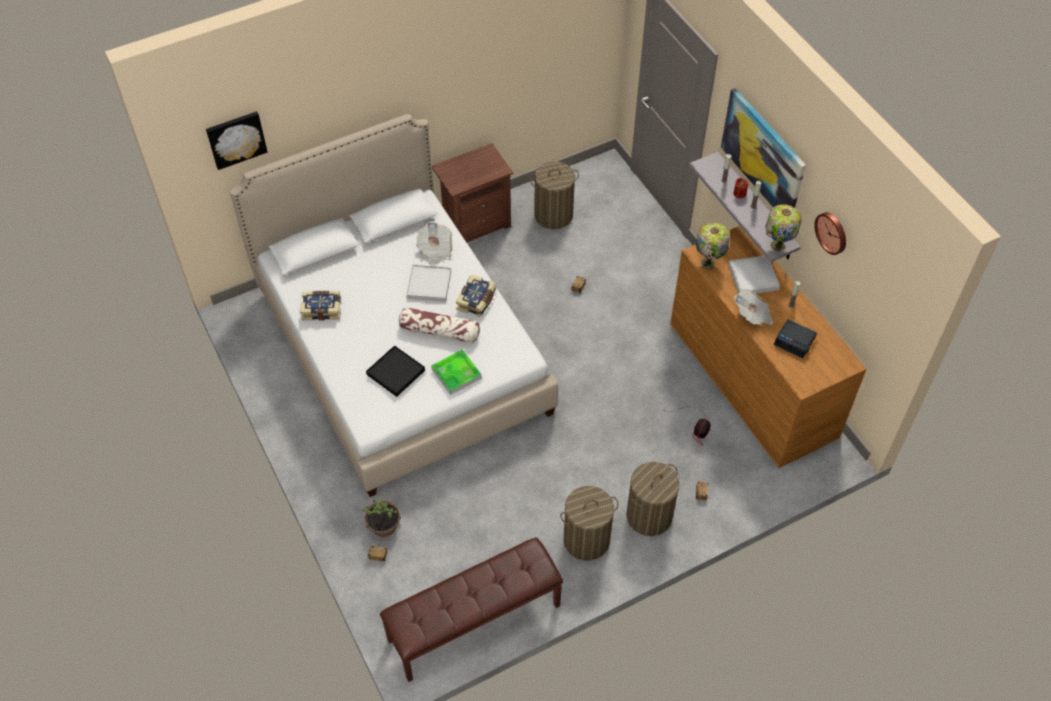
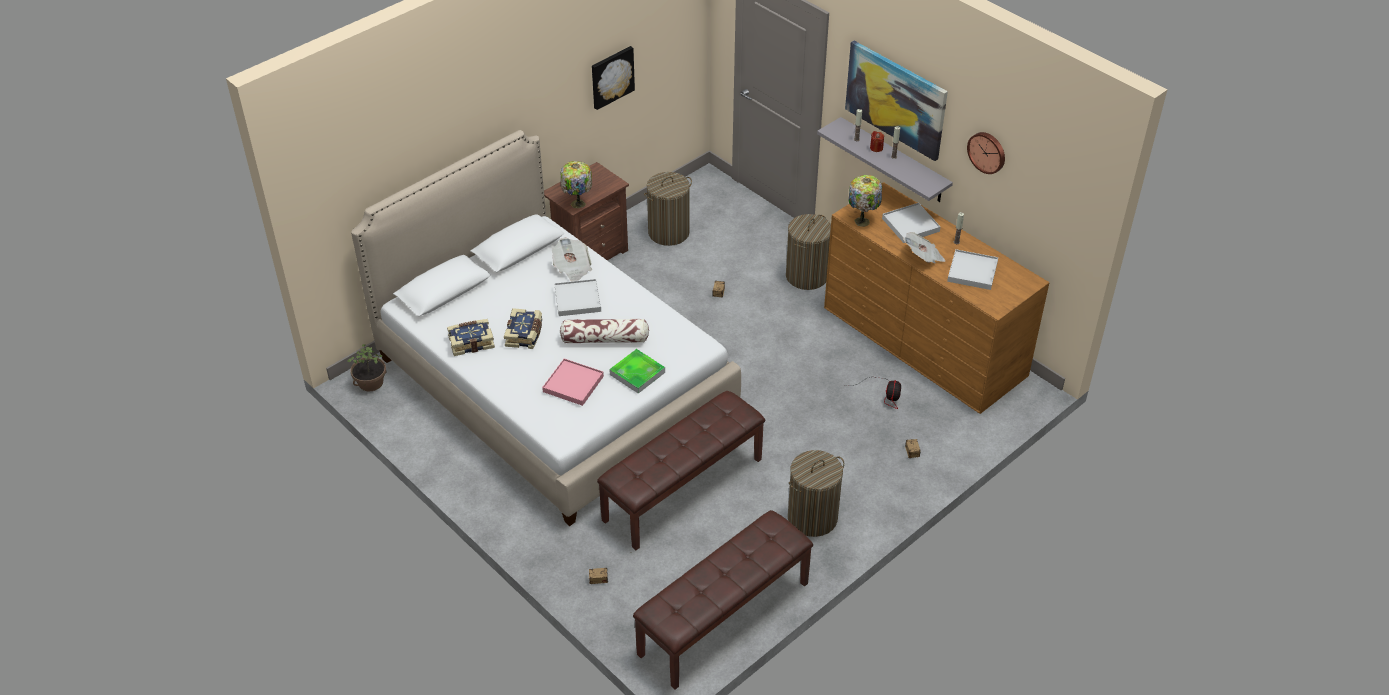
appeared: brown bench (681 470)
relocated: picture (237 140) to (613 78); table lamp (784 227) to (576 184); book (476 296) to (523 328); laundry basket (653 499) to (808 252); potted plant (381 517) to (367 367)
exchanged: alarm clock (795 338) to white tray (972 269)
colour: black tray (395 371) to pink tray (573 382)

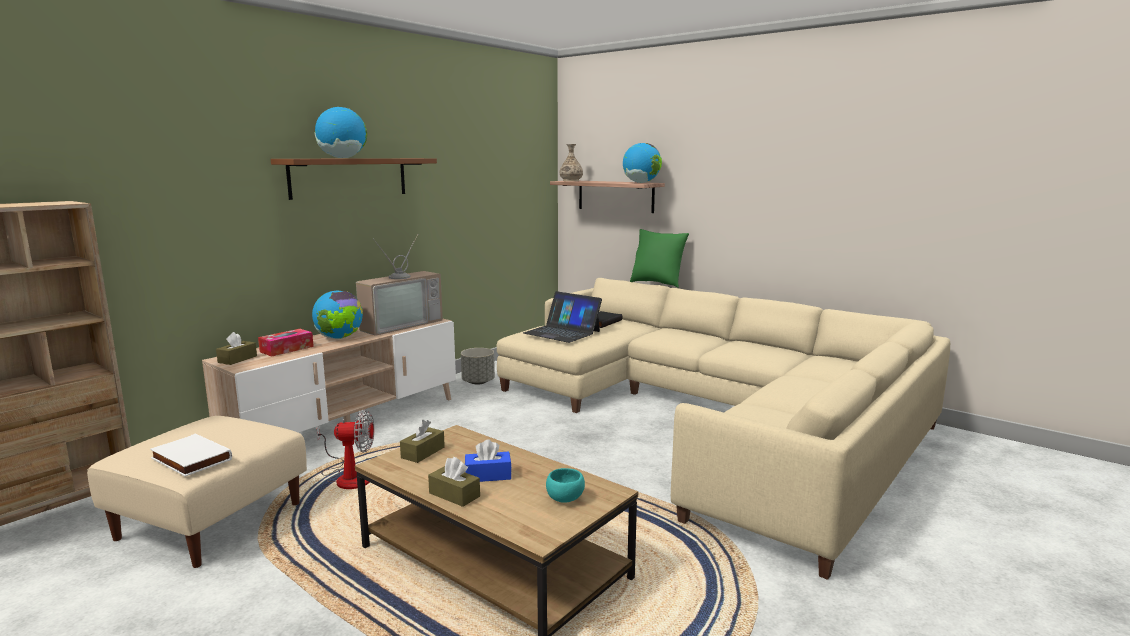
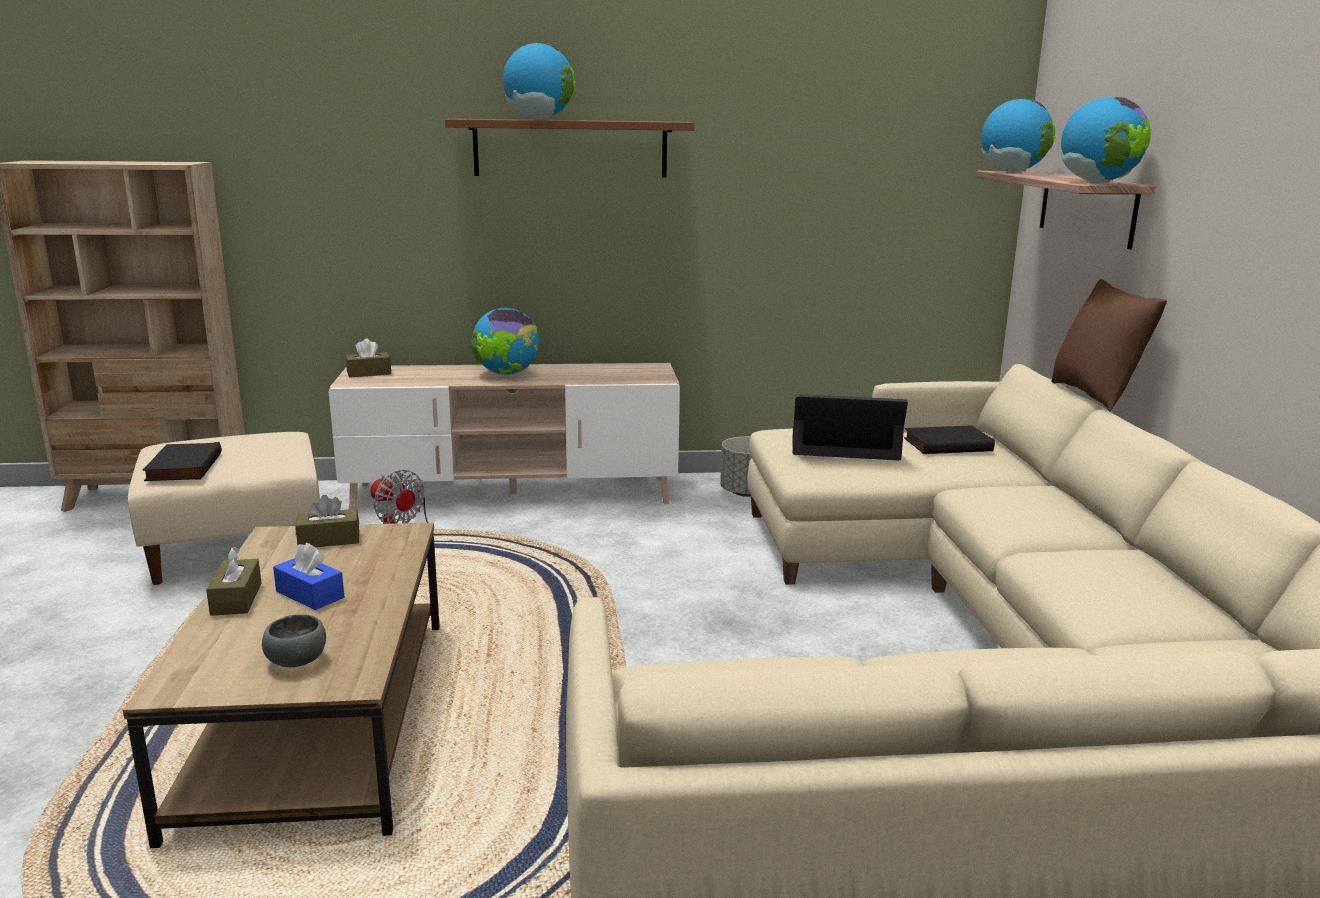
missing: television (399 285); tissue box (286 343)
exchanged: vase (571 162) to globe (1018 135)
colour: green pillow (659 258) to brown pillow (1109 345); white book (191 455) to black book (182 461); turquoise bowl (565 485) to grey bowl (294 640)
spun: laptop (562 317) = (850 427) 105 degrees clockwise

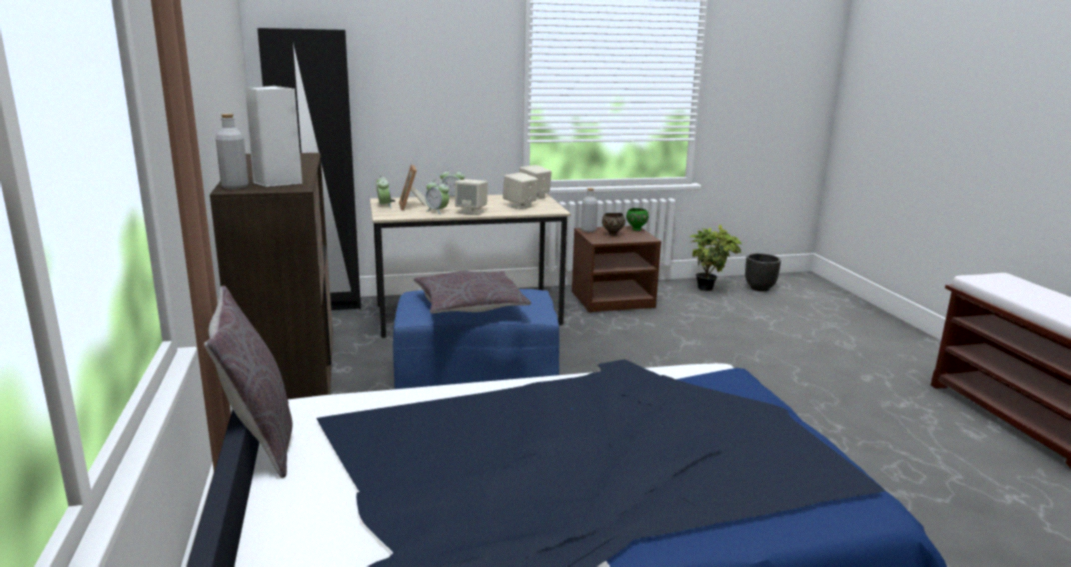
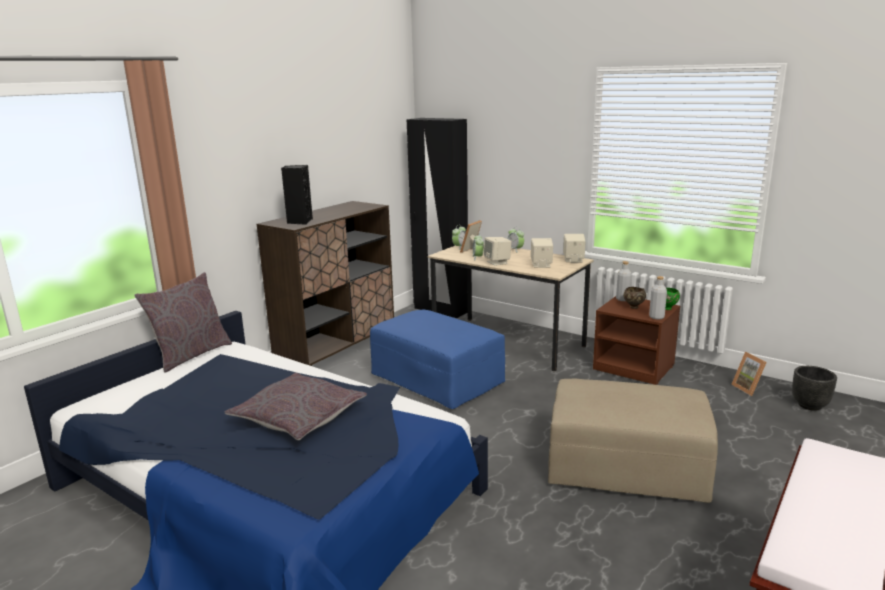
appeared: beige ottoman (633 441)
relocated: grey bottle (232 151) to (658 298); grey pillow (472 292) to (296 406)
exchanged: potted plant (716 258) to picture frame (749 374)
colour: white speaker (273 136) to black speaker (297 195)

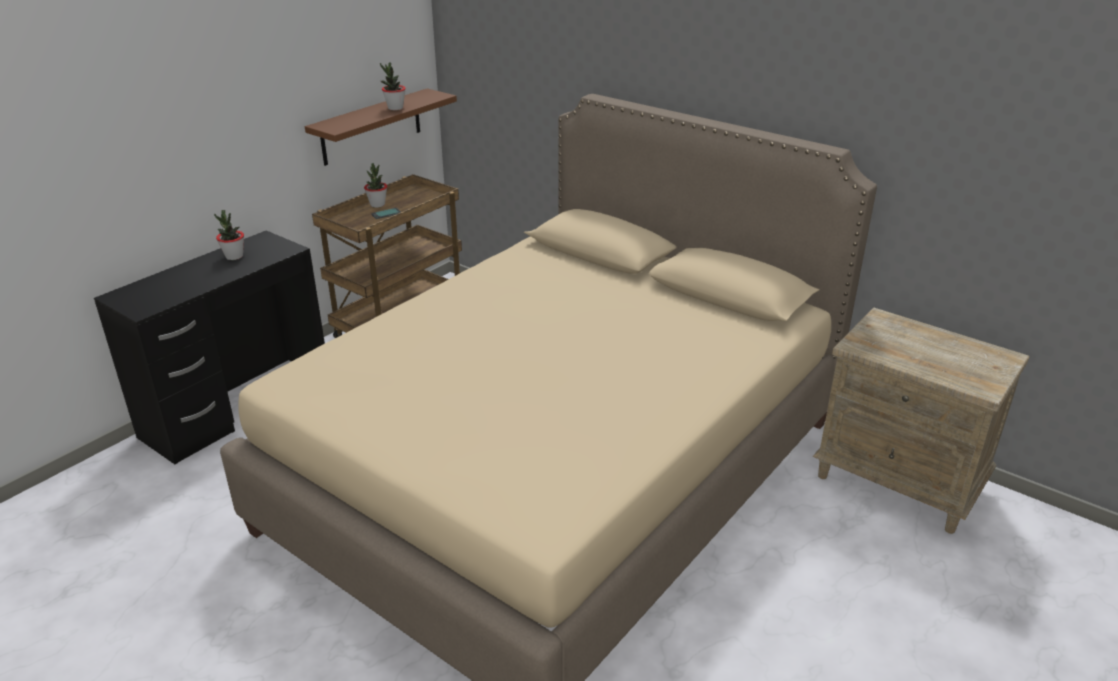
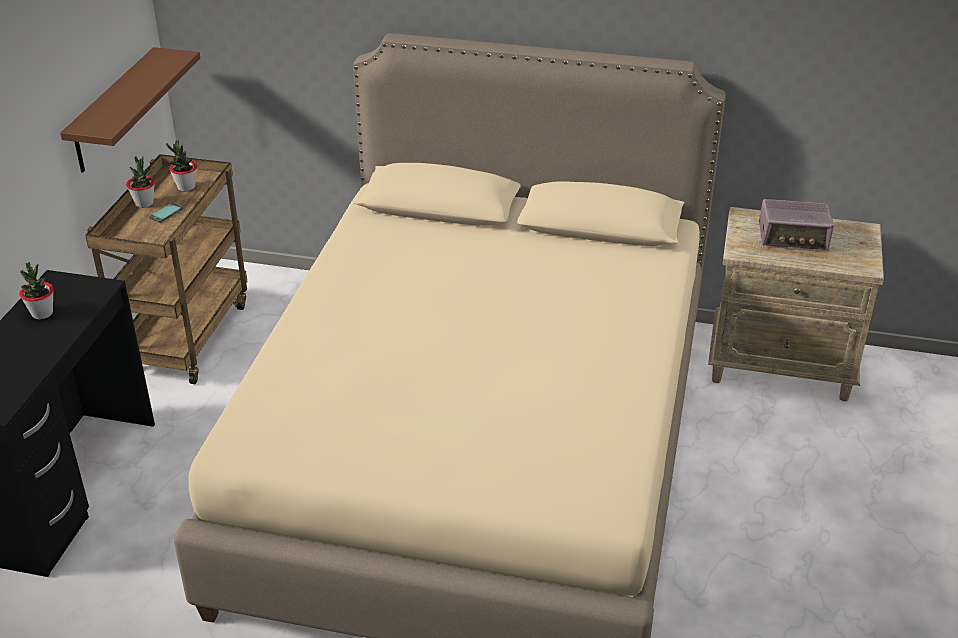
appeared: radio (796 224)
relocated: potted plant (393 86) to (181 165)

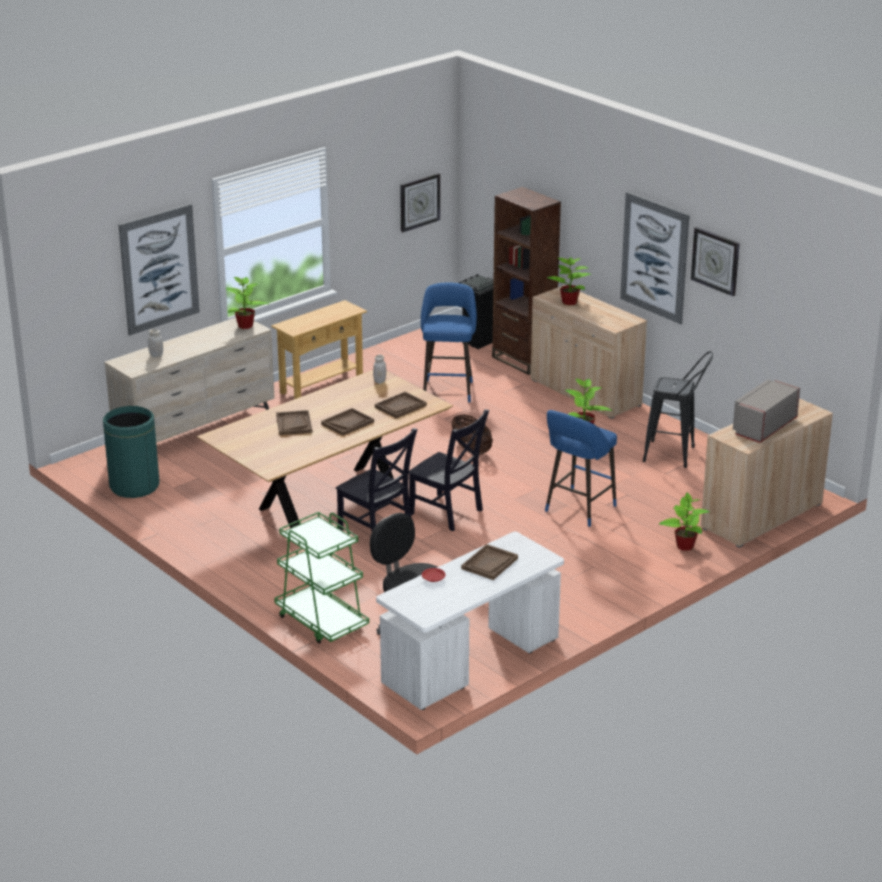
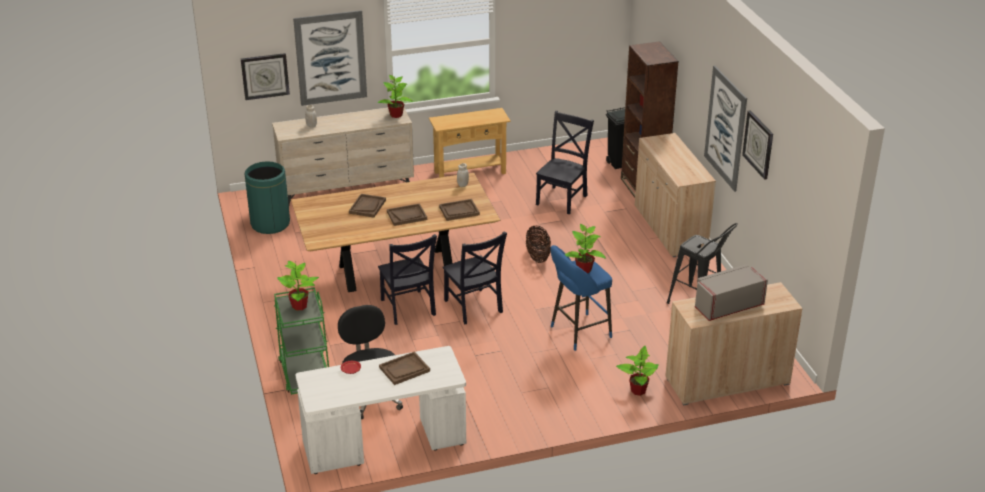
relocated: wall clock (420 202) to (265 76); potted plant (569 279) to (298 285)
exchanged: blue stool (449 342) to black chair (565 162)

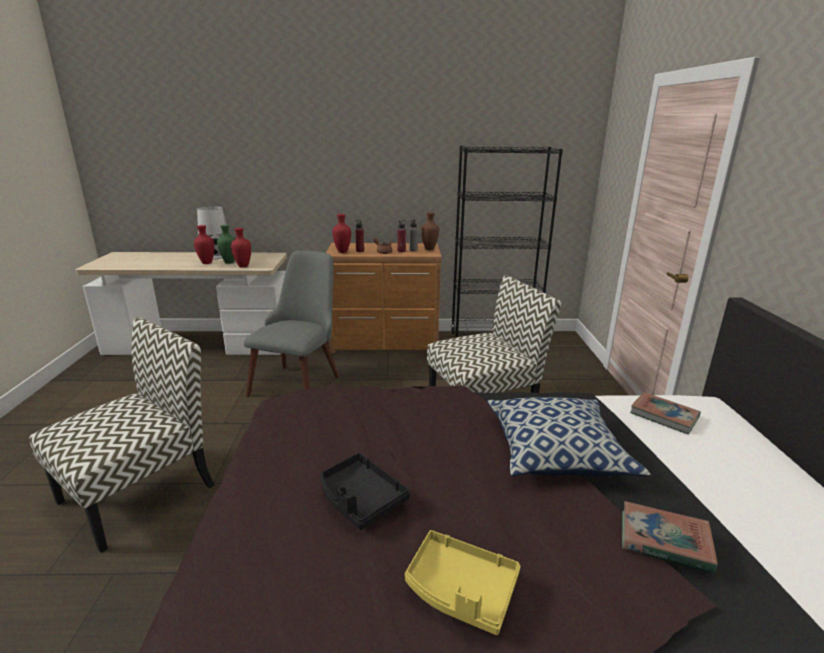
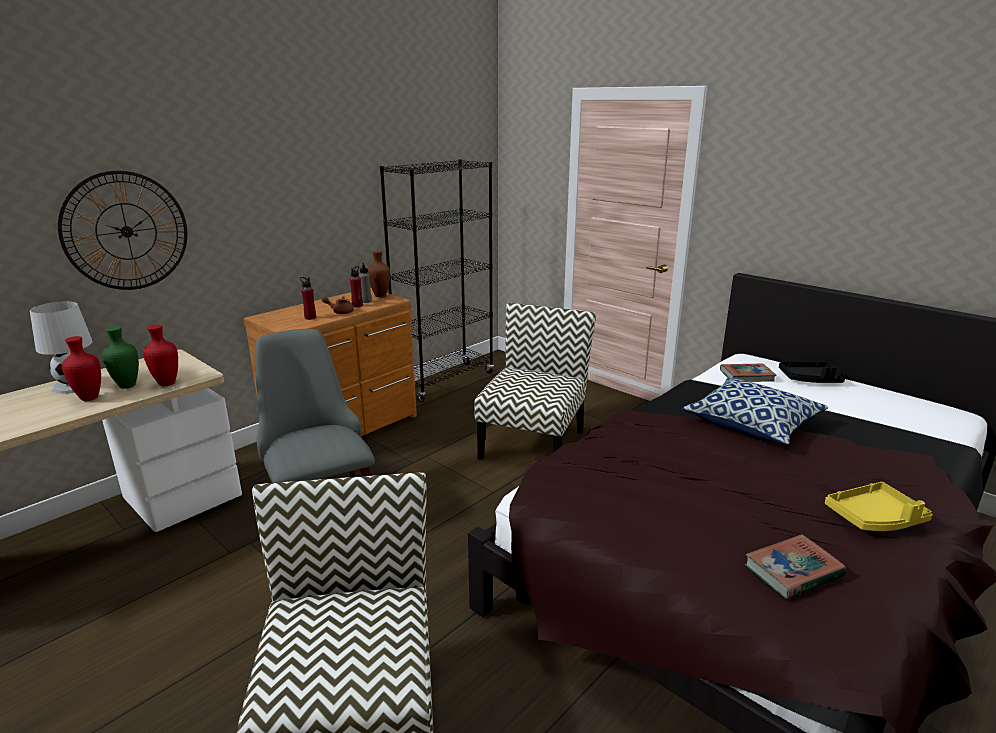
missing: red vase (341 233)
appeared: wall clock (123 230)
relocated: black tray (365 491) to (812 372); book (669 537) to (795 566)

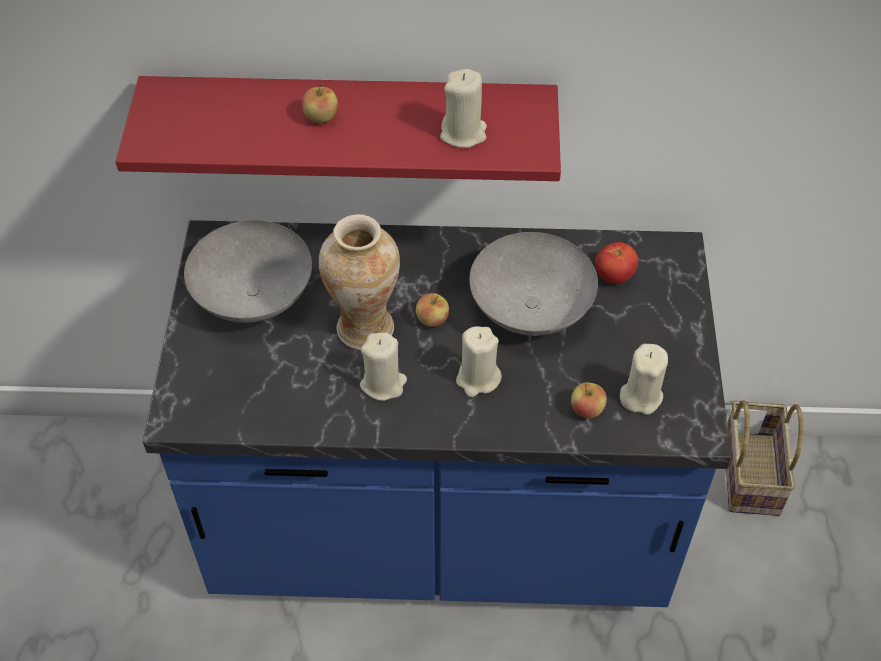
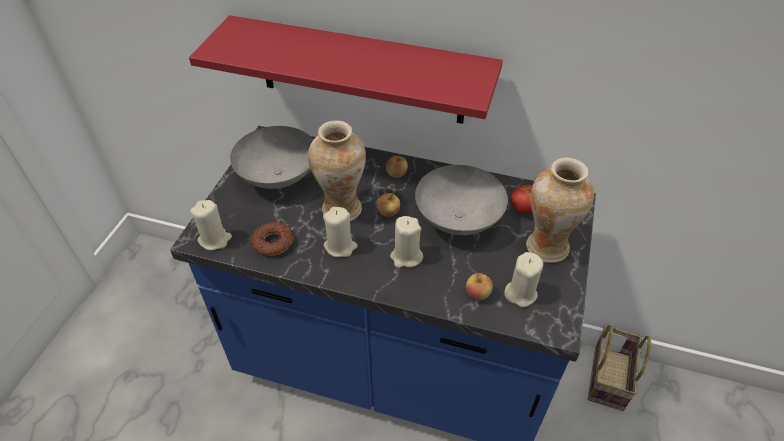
appeared: vase (560 210); donut (272 238)
relocated: beige candle (463 108) to (211 225); apple (320 103) to (397 166)

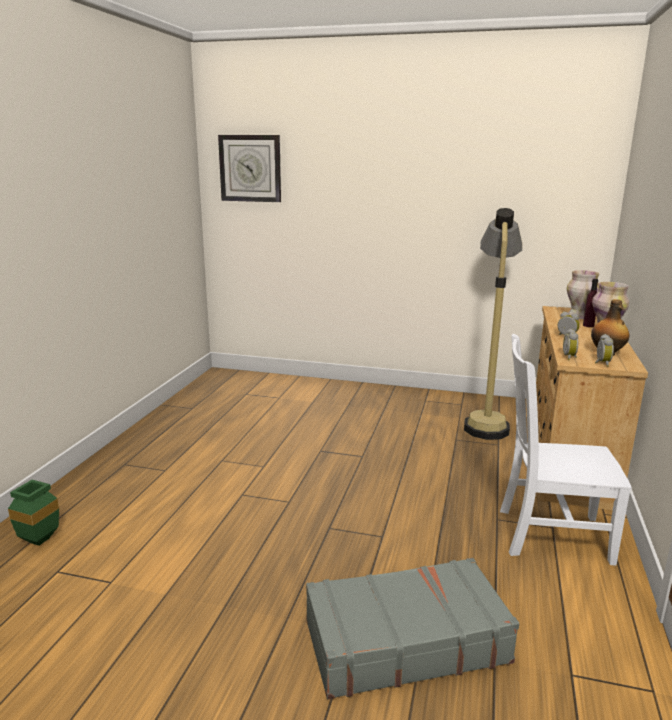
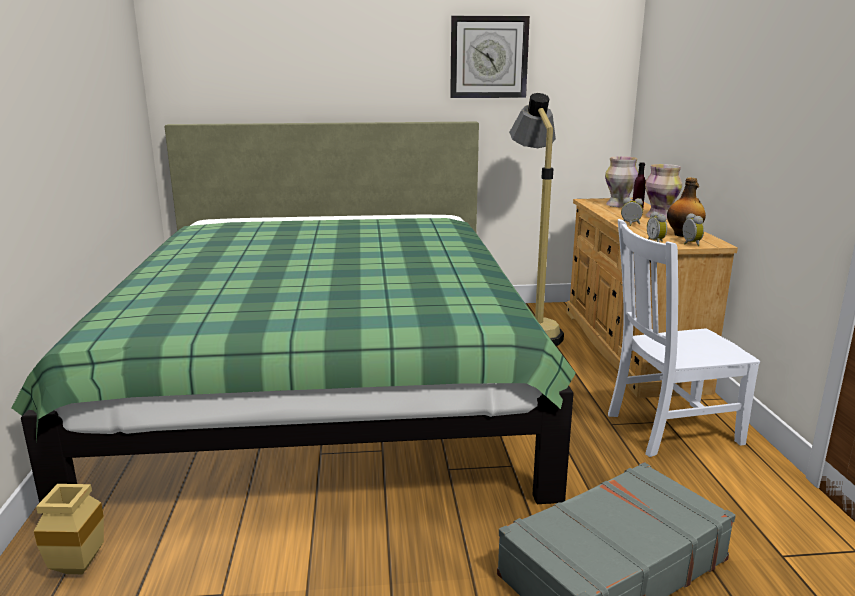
appeared: green bed (294 313)
relocated: wall clock (249 168) to (490 57)
colour: green vase (33 513) to beige vase (69 529)

